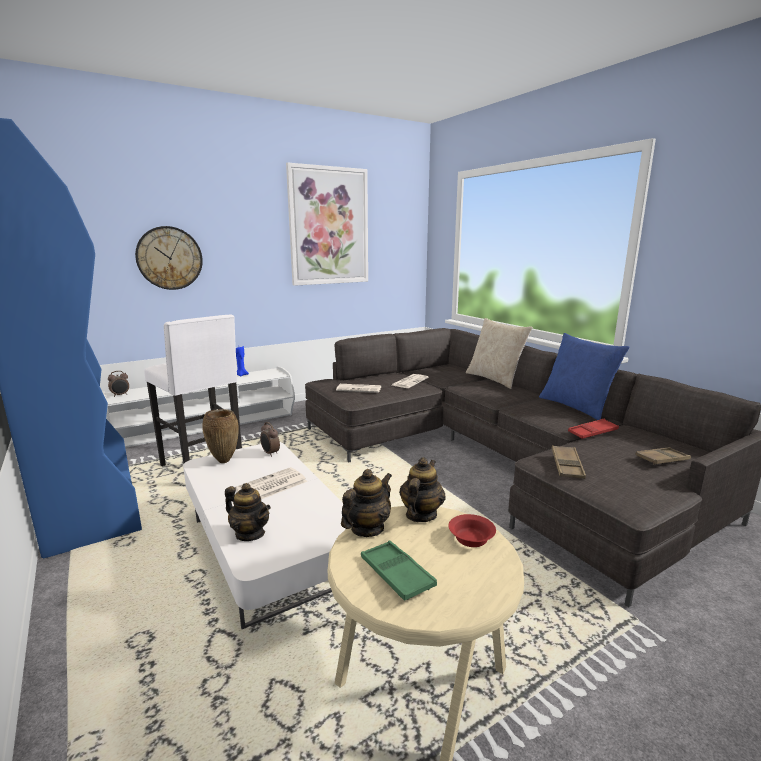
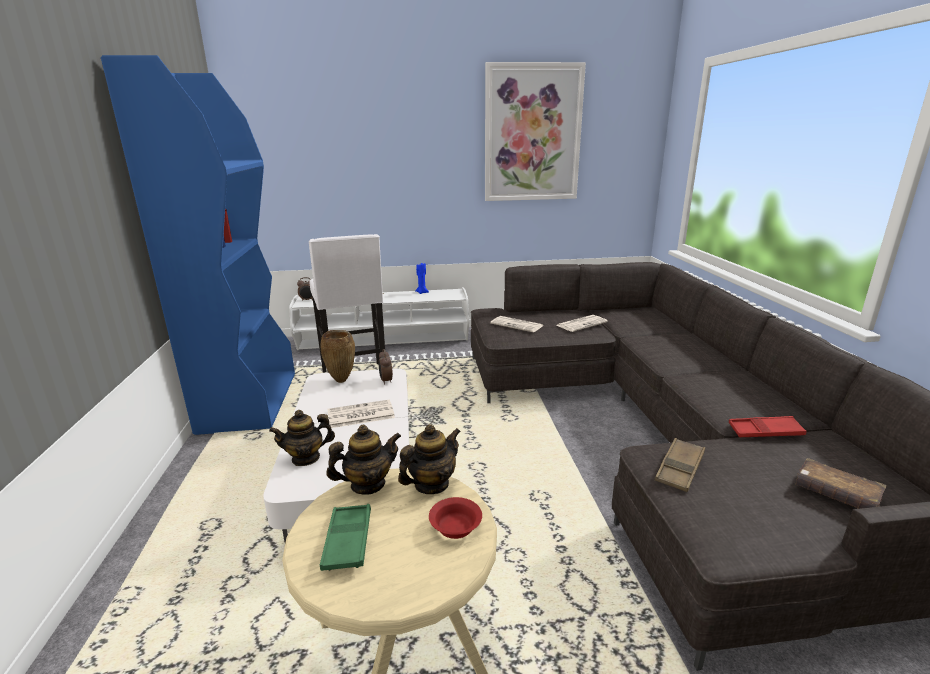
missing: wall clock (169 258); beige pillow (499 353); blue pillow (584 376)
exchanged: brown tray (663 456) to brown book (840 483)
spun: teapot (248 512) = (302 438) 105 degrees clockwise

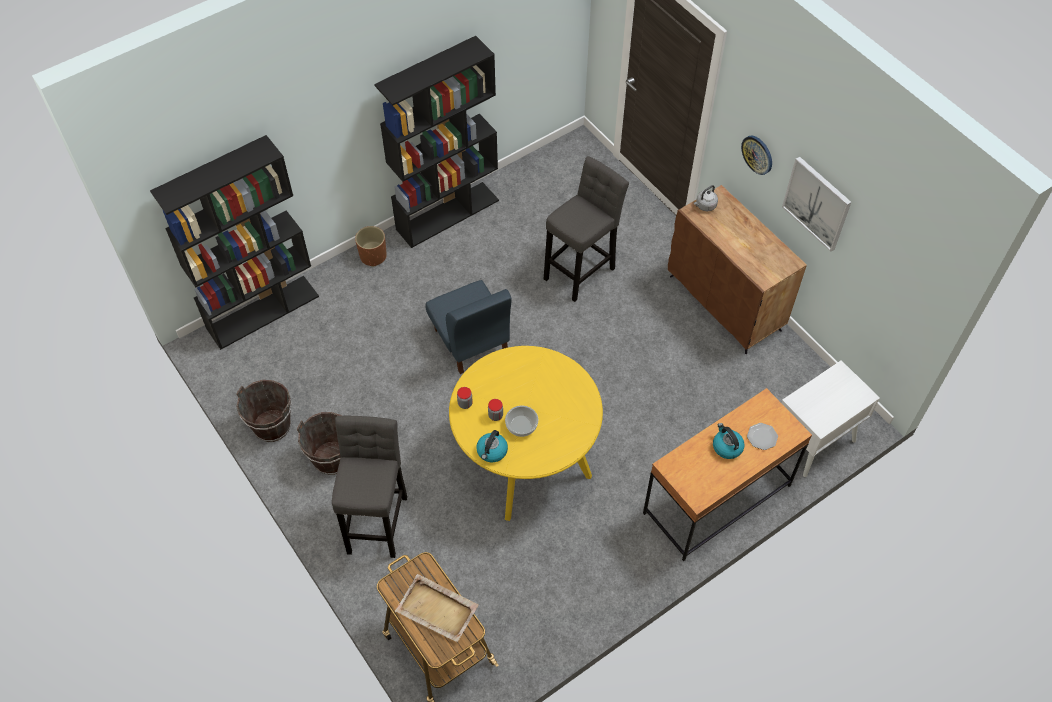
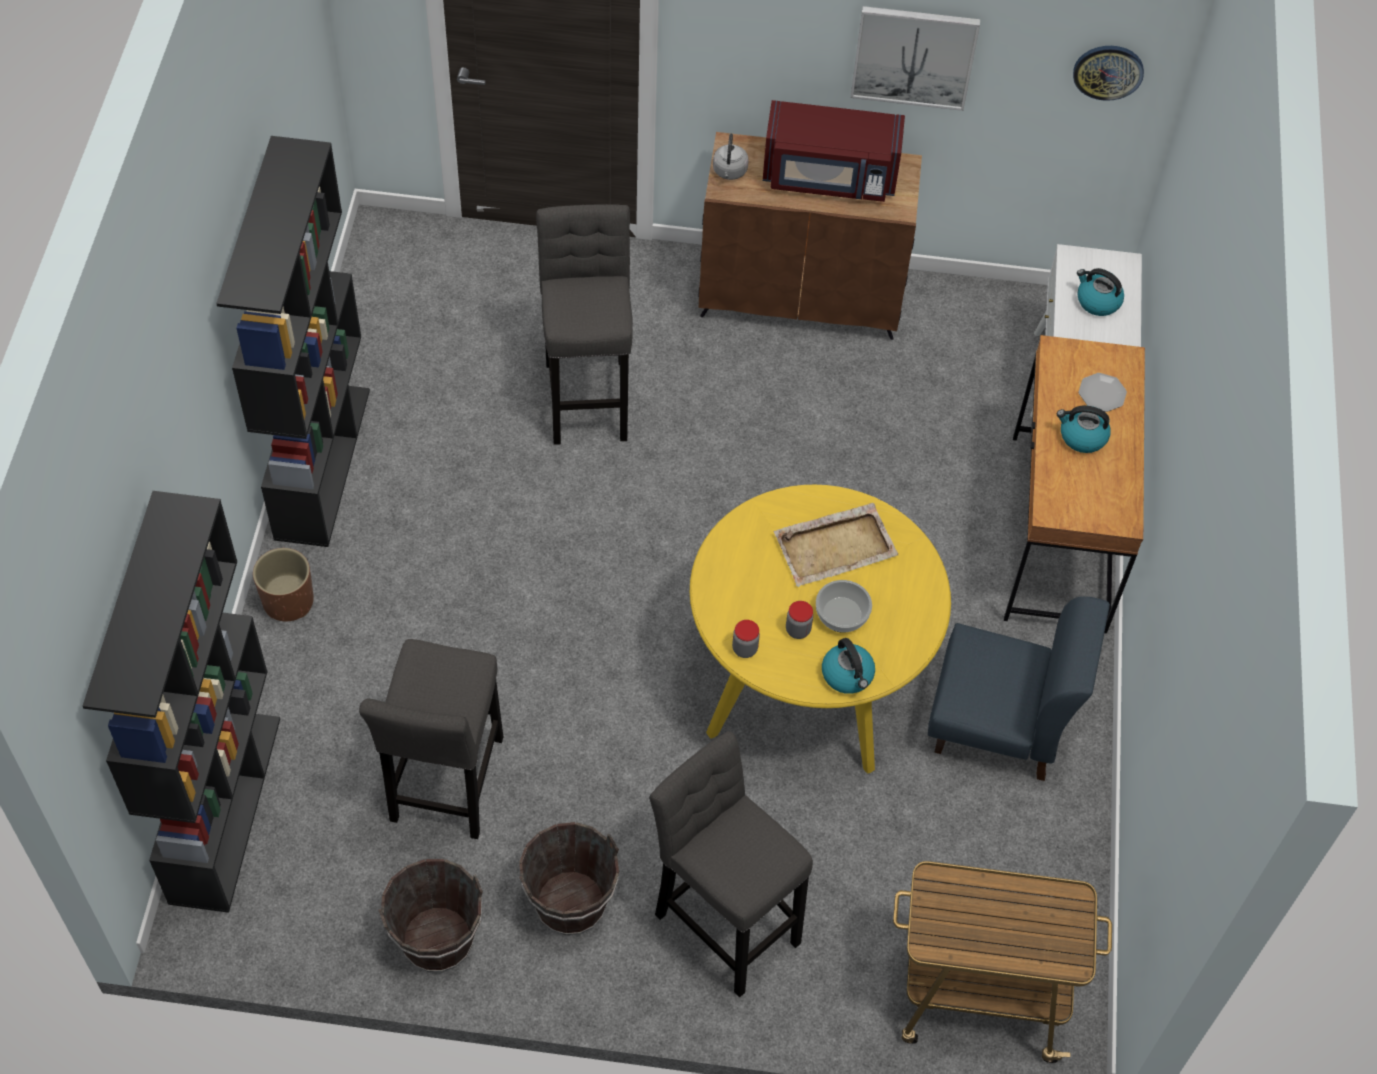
appeared: red microwave (834 151); kettle (1100 292); grey stool (431 739)
relocated: wall clock (756 155) to (1108 73); blue chair (469 327) to (1019 689); beige tray (437 608) to (836 545)

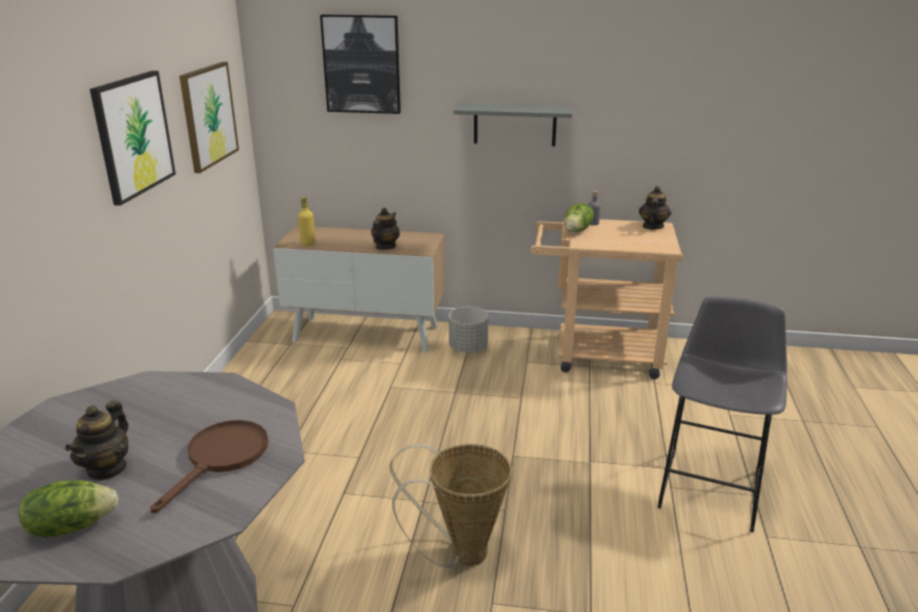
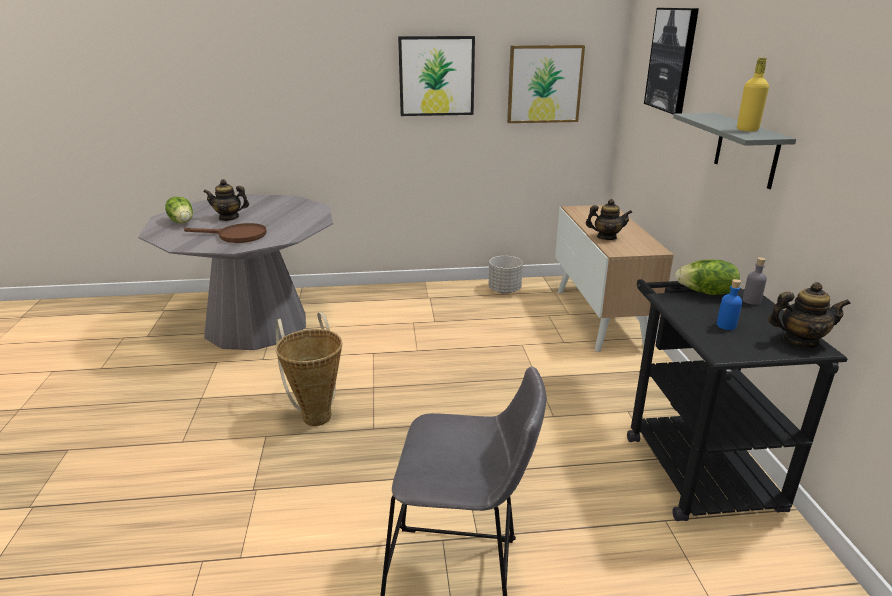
appeared: blue bottle (729 304)
relocated: yellow bottle (306 221) to (753 94); grey planter (469 330) to (506 275)
colour: beige cart (607 299) to black cart (737 400)

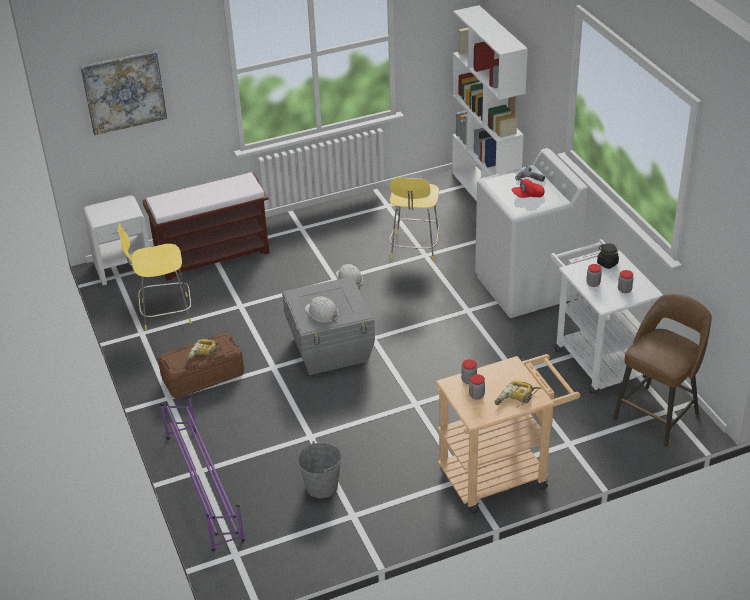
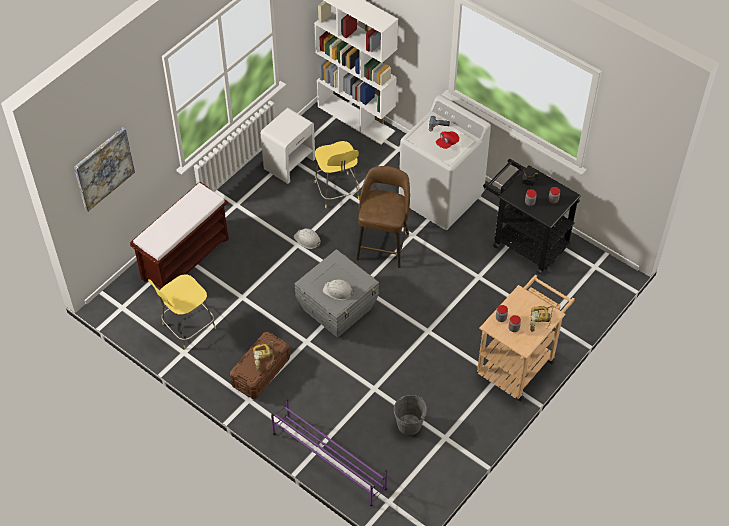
relocated: white nightstand (116 240) to (287 146); brown stool (662 370) to (383 217)
colour: white cart (606 316) to black cart (532 216)

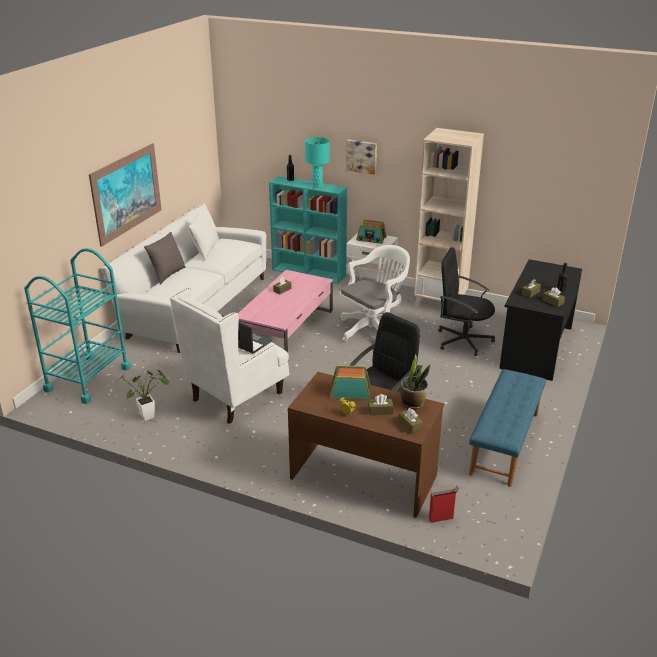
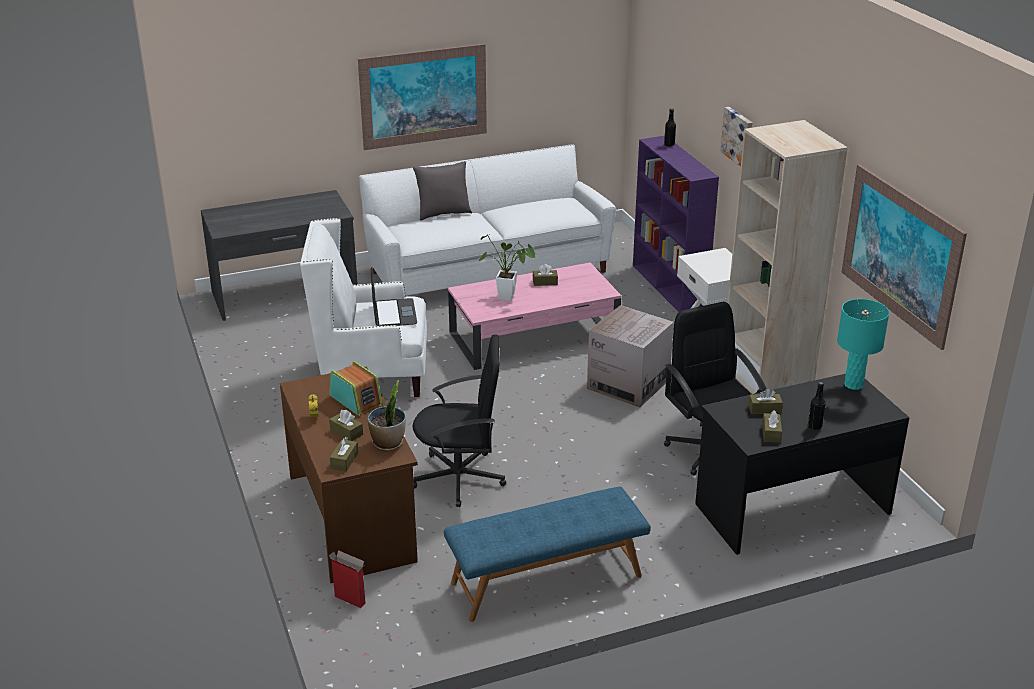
missing: white pillow (201 236); radio (371 231)
appeared: picture (904 257)
relocated: turquoise table lamp (317 162) to (863 344); potted plant (143 395) to (507 268)
exchanged: white office chair (375 293) to cardboard box (630 356); turquoise cart (77 326) to grey desk (279 255)
colour: turquoise bookcase (308 230) to purple bookcase (676 224)

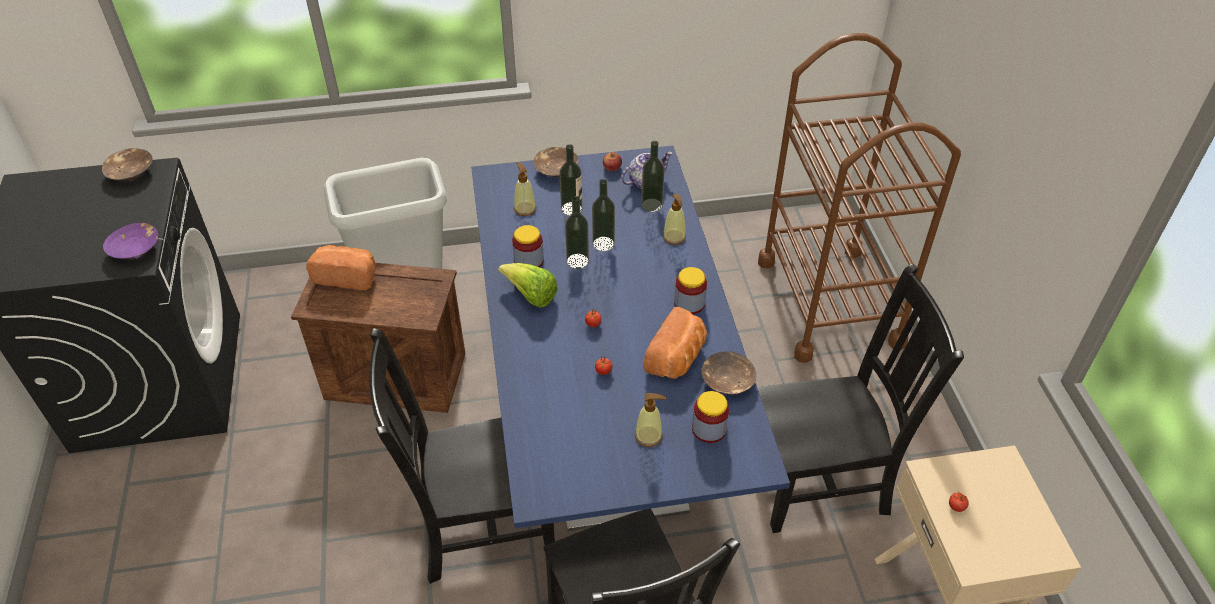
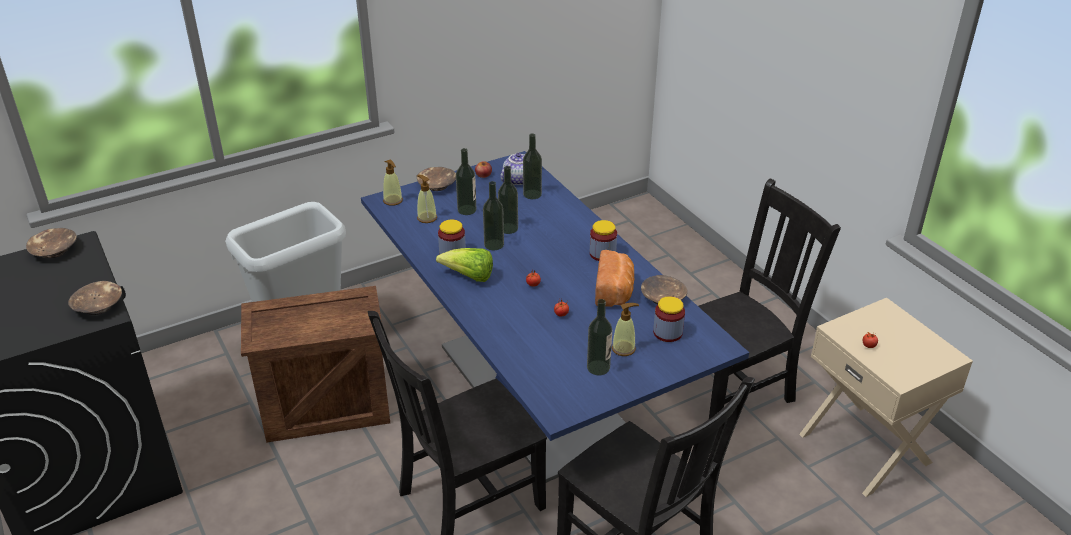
missing: brown cart (859 198); bread (341 267)
appeared: bottle (599 337)
relocated: soap dispenser (674 219) to (393 183)
colour: purple bowl (130 241) to brown bowl (95 298)

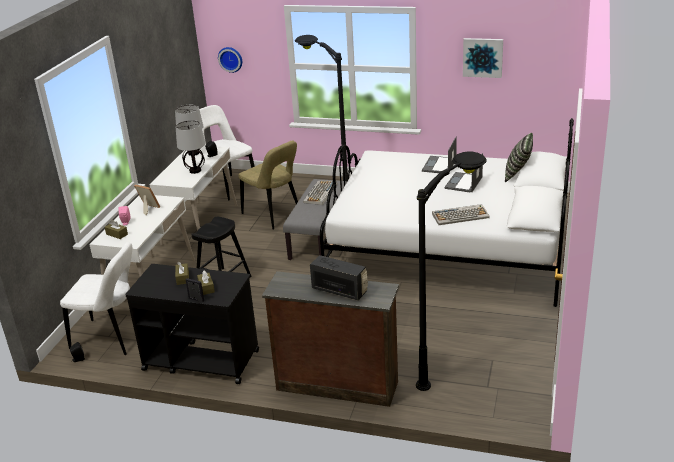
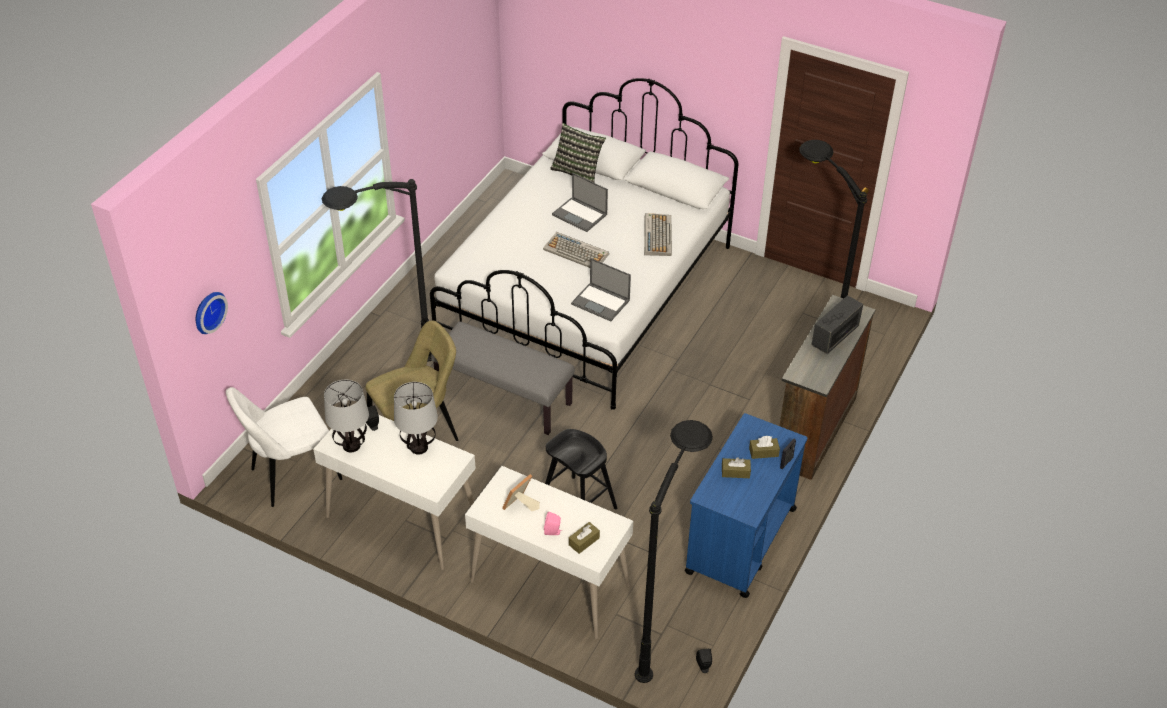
missing: picture (483 58)
relocated: laptop (439 154) to (601 290); keyboard (320 192) to (576 250)
exchanged: white chair (96 298) to black floor lamp (674 551)
colour: black cart (192 324) to blue cart (746 505)

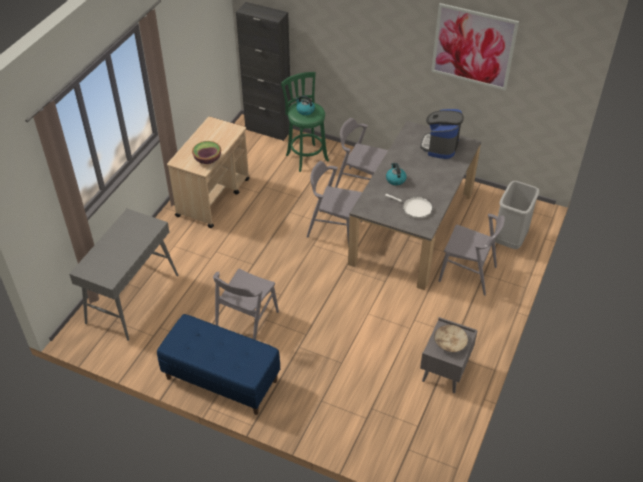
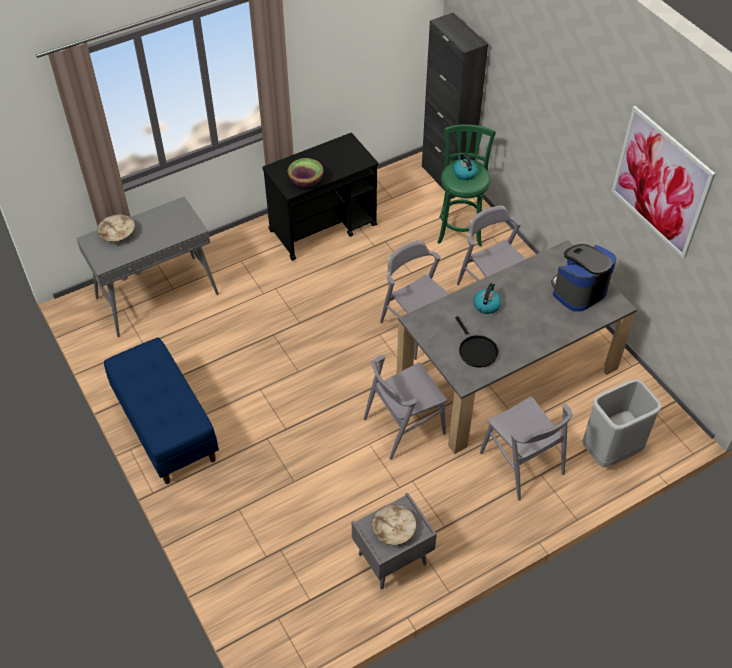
appeared: beige bowl (116 228)
relocated: grey chair (246 304) to (405 407)
colour: beige cart (208 172) to black cart (320 197); white frying pan (408 206) to black frying pan (476 341)

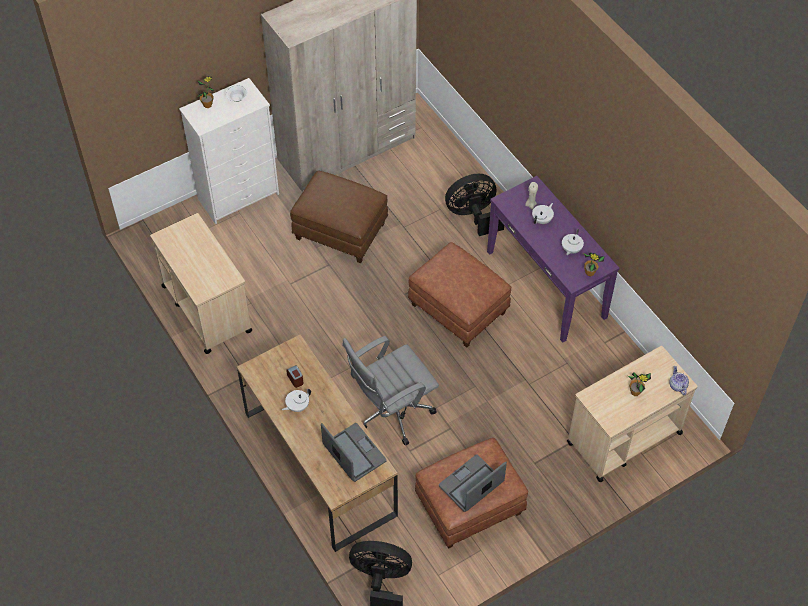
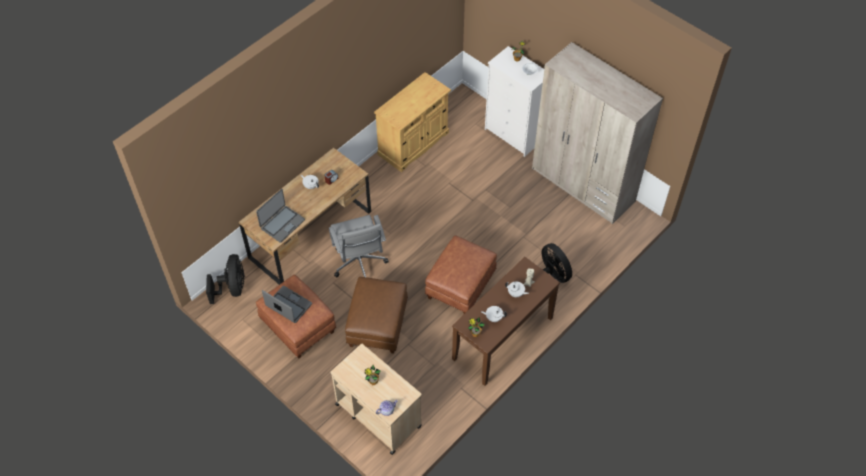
relocated: brown ottoman (339 216) to (376 315)
exchanged: beige cart (201 283) to beige cabinet (412 122)
colour: purple console table (553 259) to brown console table (506 321)
spun: grey office chair (390 391) = (359 246) 150 degrees counterclockwise

